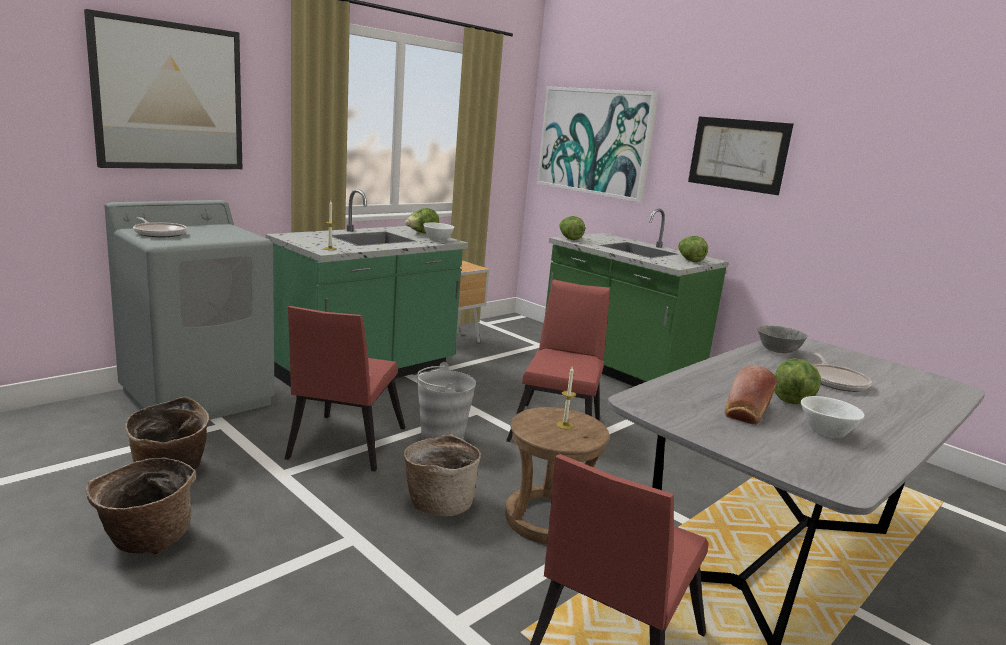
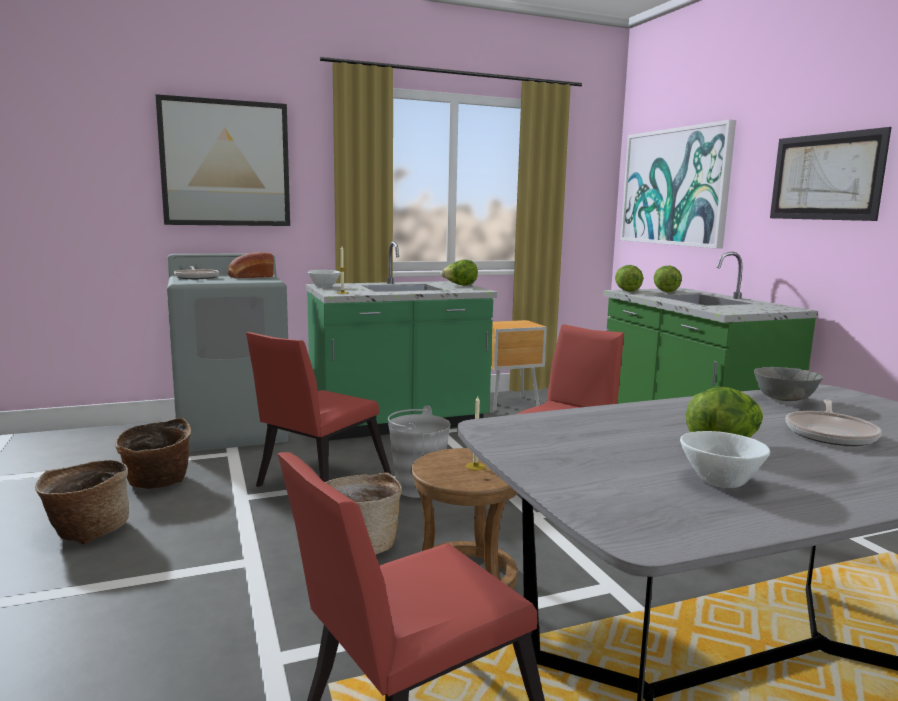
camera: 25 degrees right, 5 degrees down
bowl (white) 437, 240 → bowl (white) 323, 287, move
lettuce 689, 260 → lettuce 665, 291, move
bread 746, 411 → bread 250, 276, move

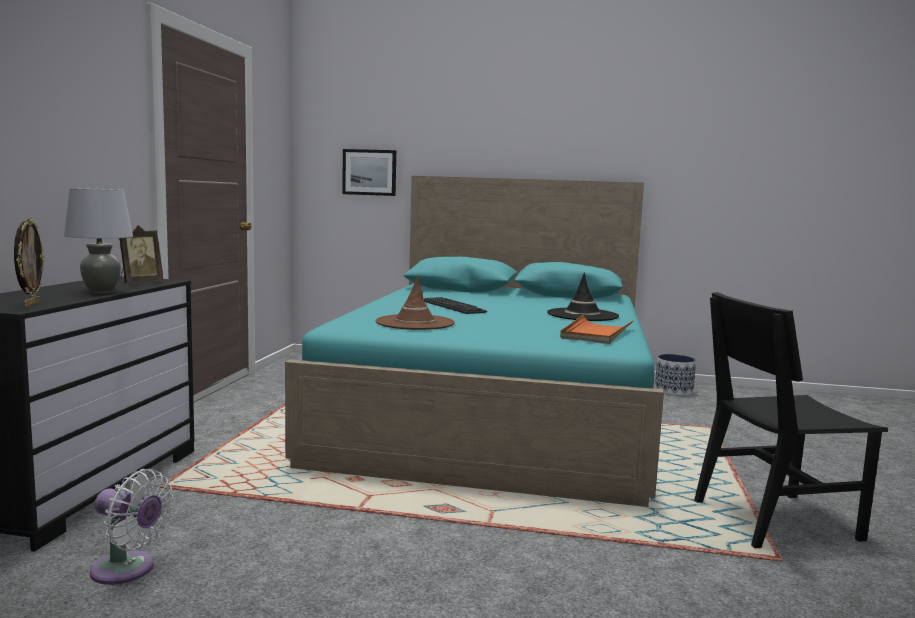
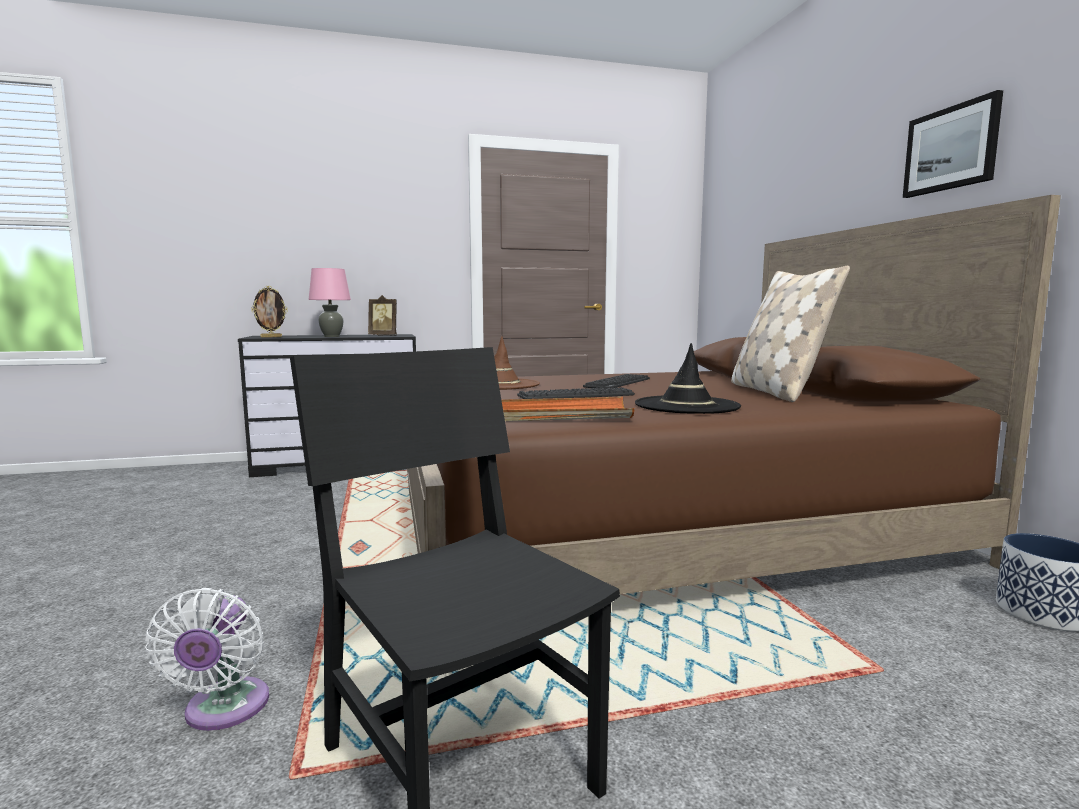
camera: 65 degrees right, 0 degrees up
table lamp (grey) 101, 292 → table lamp (pink) 331, 336
fan (white) 128, 570 → fan (white) 224, 711, move
bed (turquoise) 496, 414 → bed (brown) 657, 523
picture 369, 172 → picture 951, 148, move
- → keyboard 576, 396
- → pillow (beige) 775, 392

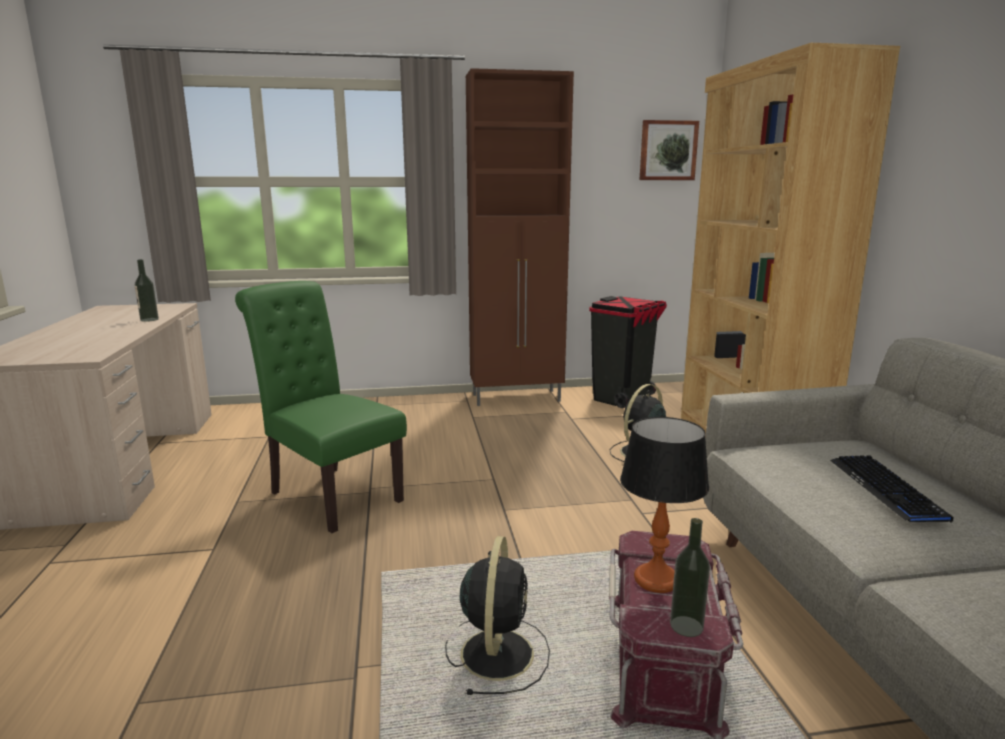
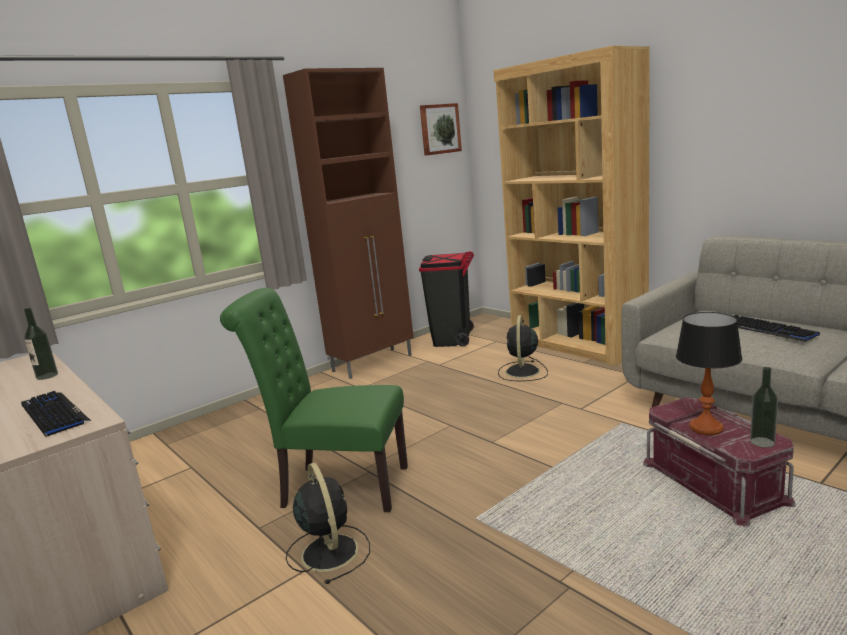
camera: 30 degrees left, 0 degrees up
fan (black) 497, 652 → fan (black) 329, 551, move
- → keyboard 54, 414

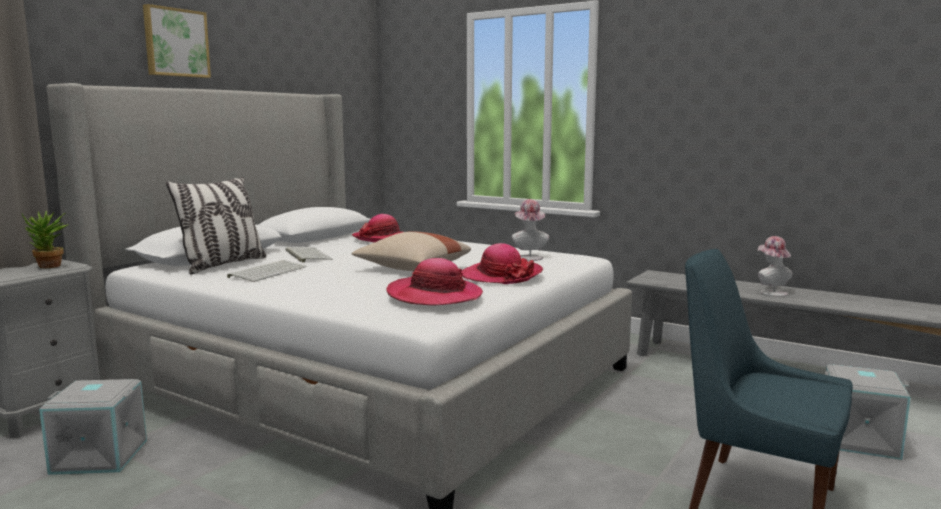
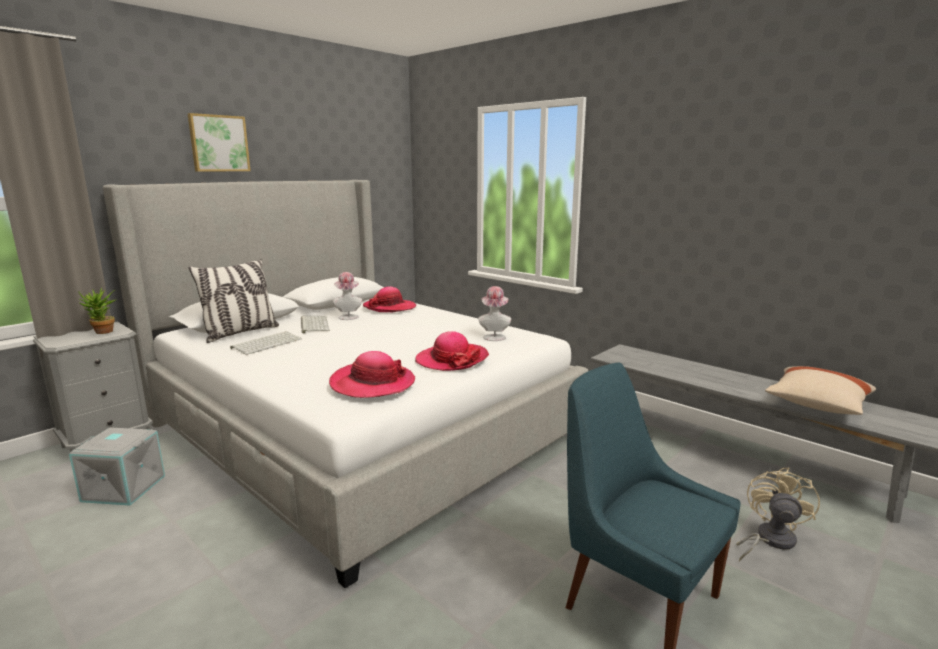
camera: 10 degrees right, 5 degrees up
pillow (beige) 412, 269 → pillow (beige) 817, 405, move
hat 771, 292 → hat 348, 316, move
storage box (grey) 858, 440 → fan (beige) 769, 540

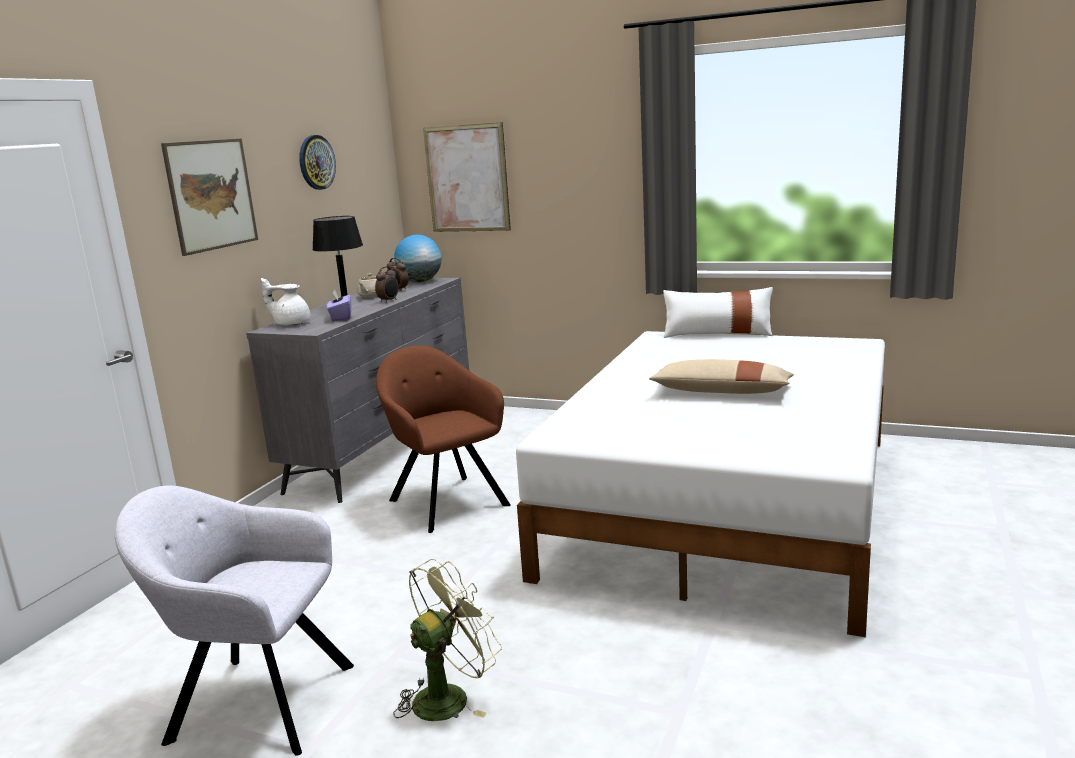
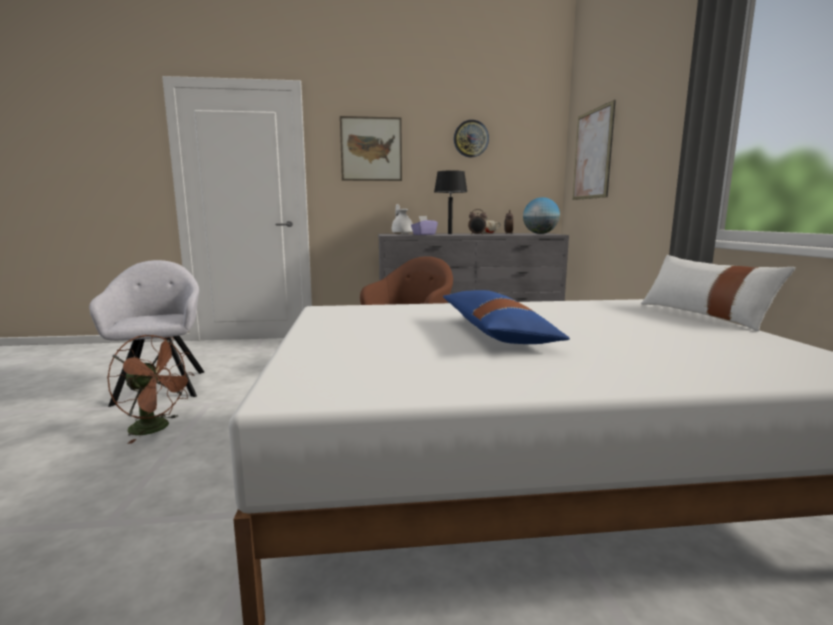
camera: 60 degrees right, 5 degrees down
fan (green) 449, 696 → fan (brown) 156, 428
pillow (beige) 721, 392 → pillow (blue) 496, 333

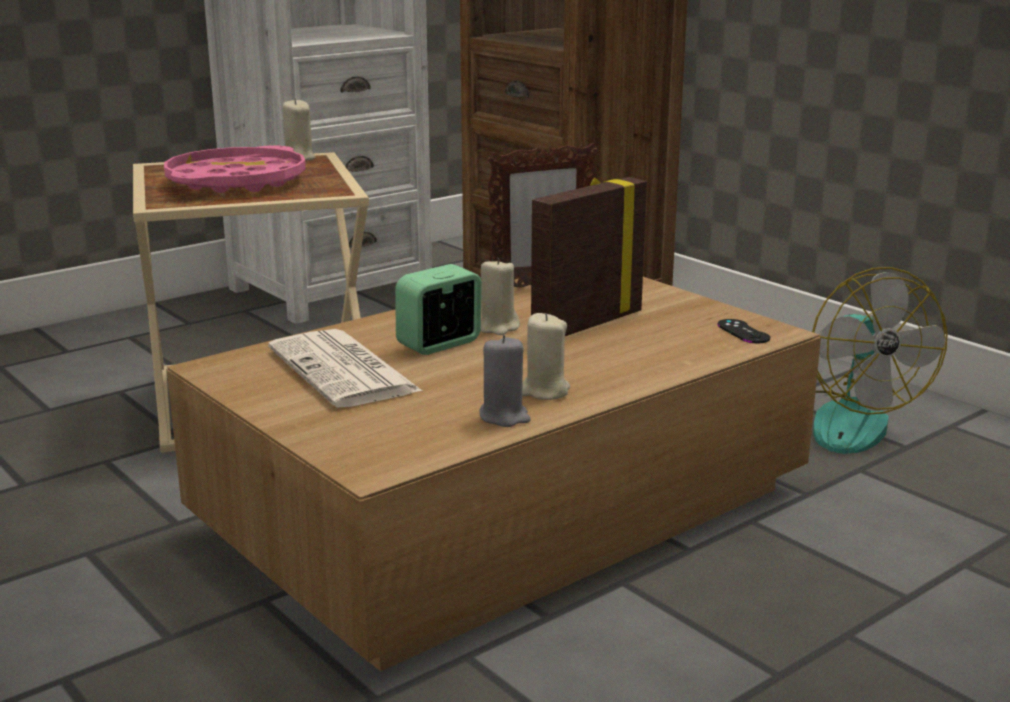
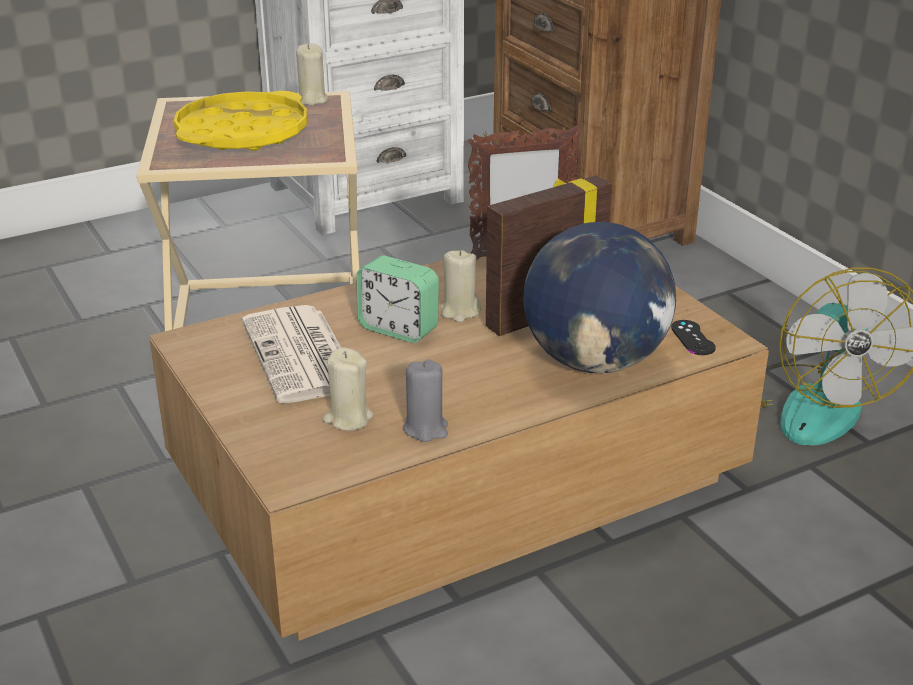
camera: 10 degrees right, 10 degrees up
tray (pink) 236, 182 → tray (yellow) 242, 133
alarm clock 439, 344 → alarm clock 398, 329, 120 degrees counterclockwise
candle (beige) 544, 391 → candle (beige) 348, 418, move
- → globe 595, 361

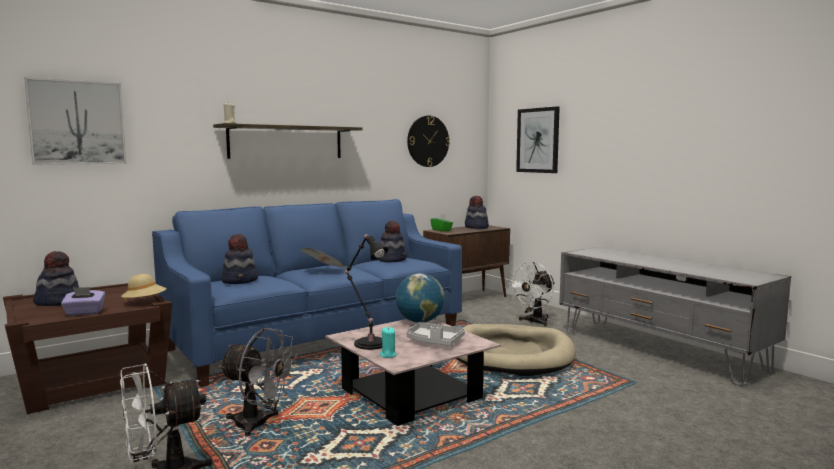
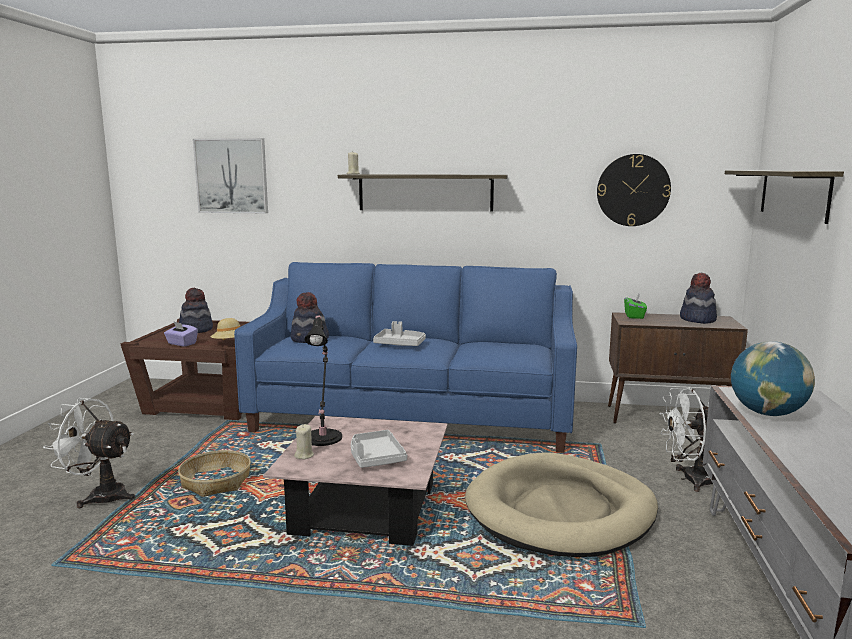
camera: 45 degrees right, 5 degrees up
fan (grey) 259, 425 → basket 216, 482
newspaper 325, 270 → tray (grey) 400, 344
hat 392, 260 → -
candle (turquoise) 388, 355 → candle (beige) 304, 455
globe 420, 321 → globe 767, 413, move
picture 538, 140 → shelf 793, 194

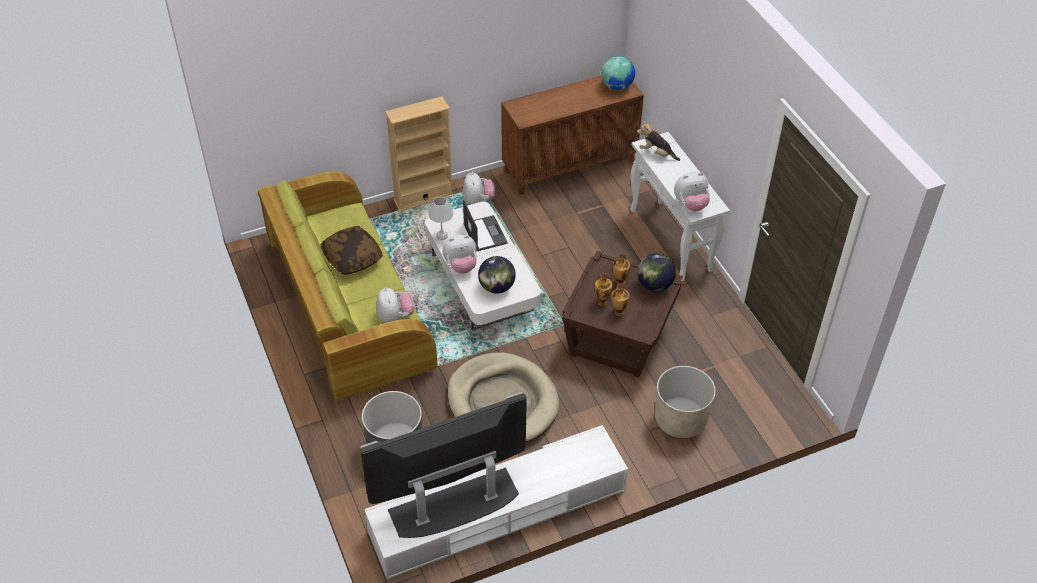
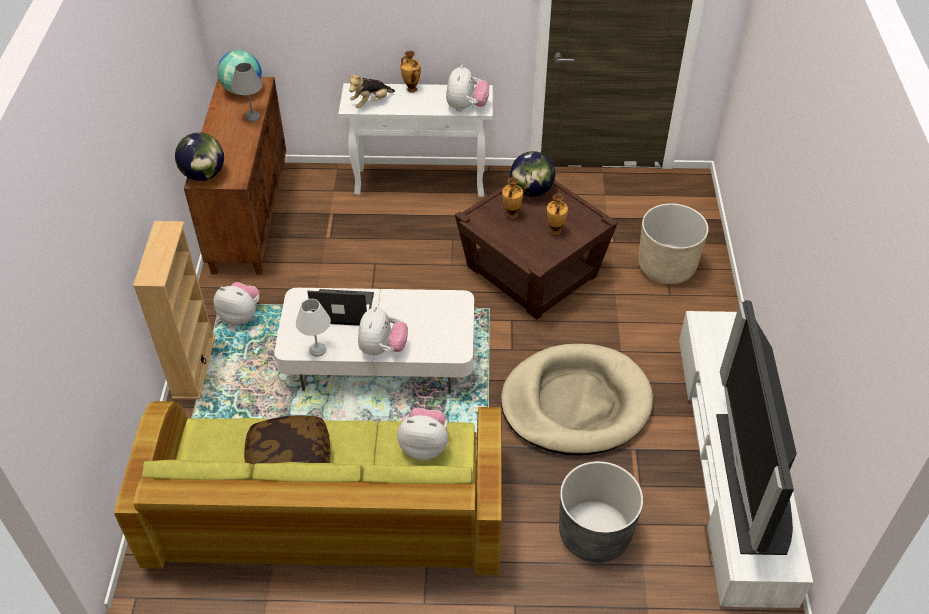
camera: 65 degrees left, 0 degrees up
globe 496, 287 → globe 204, 175, move
vase 602, 301 → vase 411, 89, move
- → table lamp (grey) 253, 116

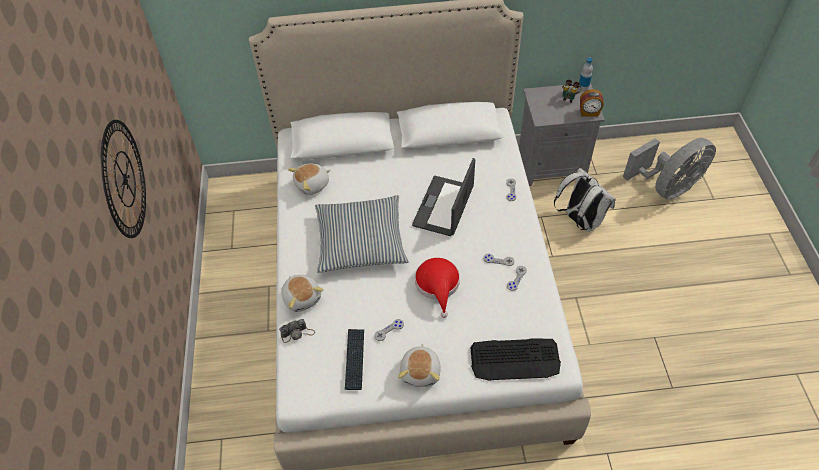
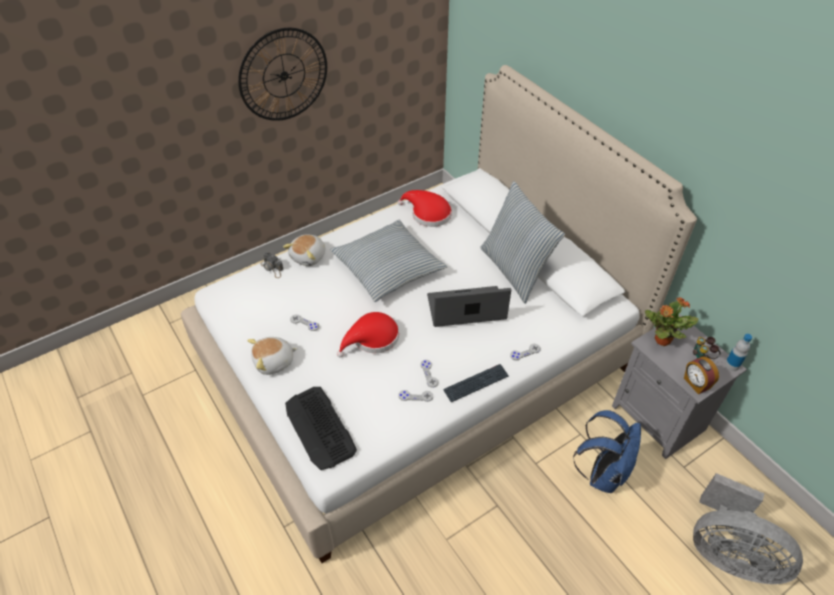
camera: 60 degrees right, 5 degrees down
plush toy 312, 185 → hat (red) 428, 214
keyboard 354, 359 → keyboard 476, 383, move
backpack (white) 580, 220 → backpack (blue) 603, 473
- → pillow 515, 270
- → potted plant 661, 340

